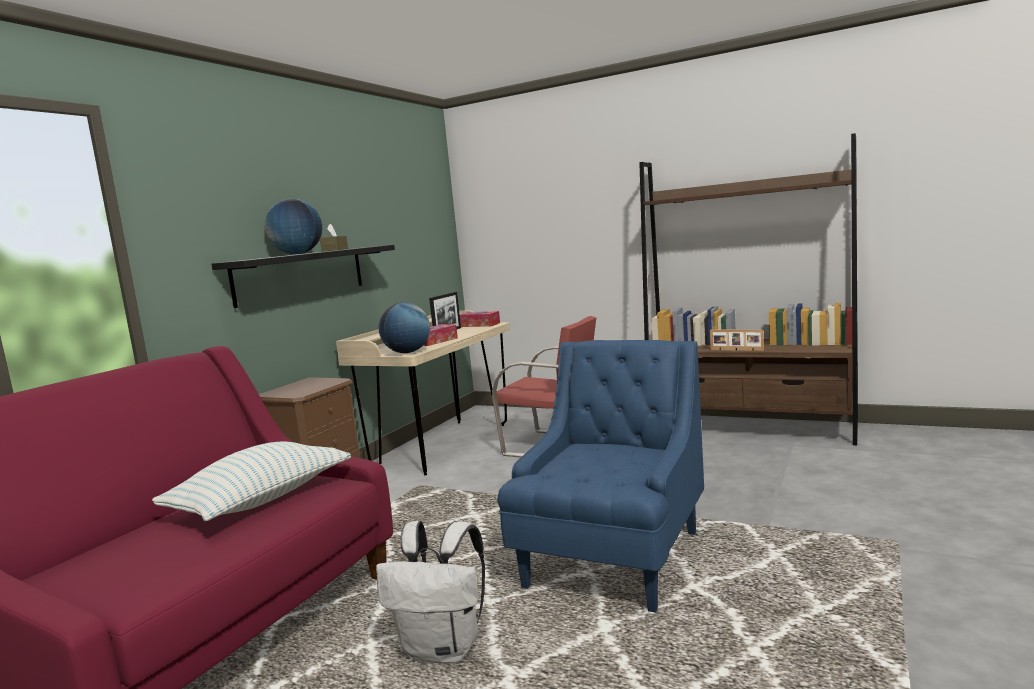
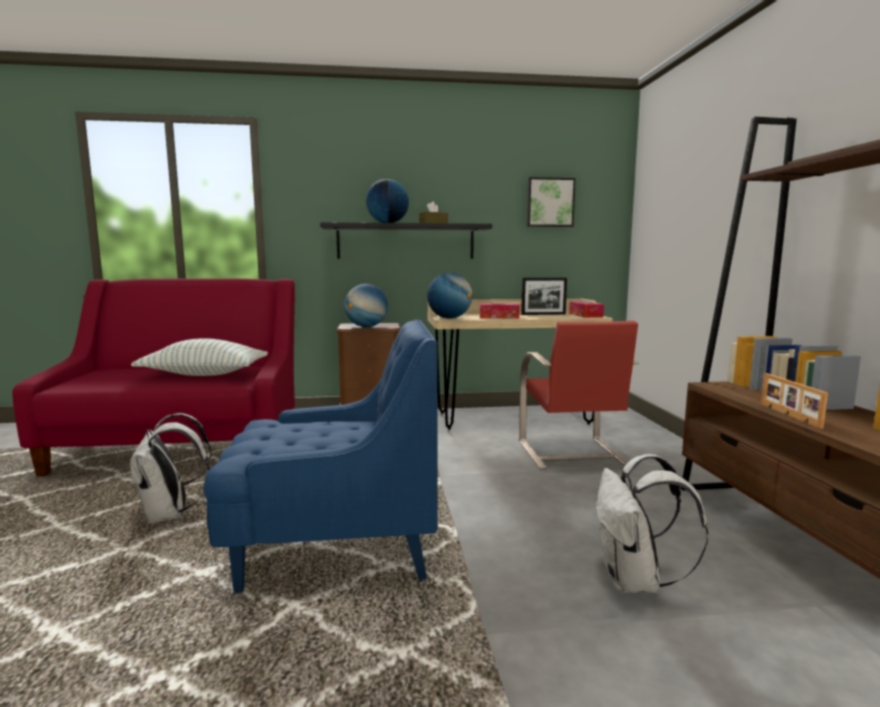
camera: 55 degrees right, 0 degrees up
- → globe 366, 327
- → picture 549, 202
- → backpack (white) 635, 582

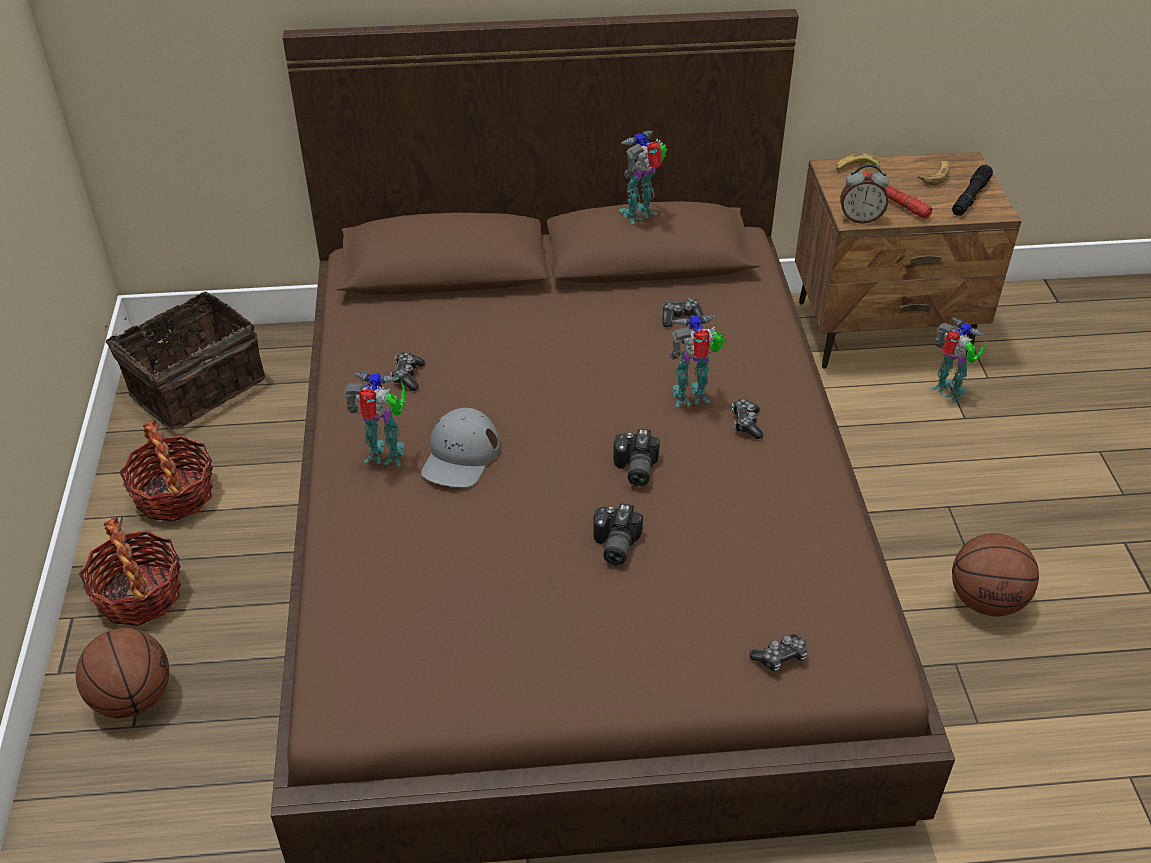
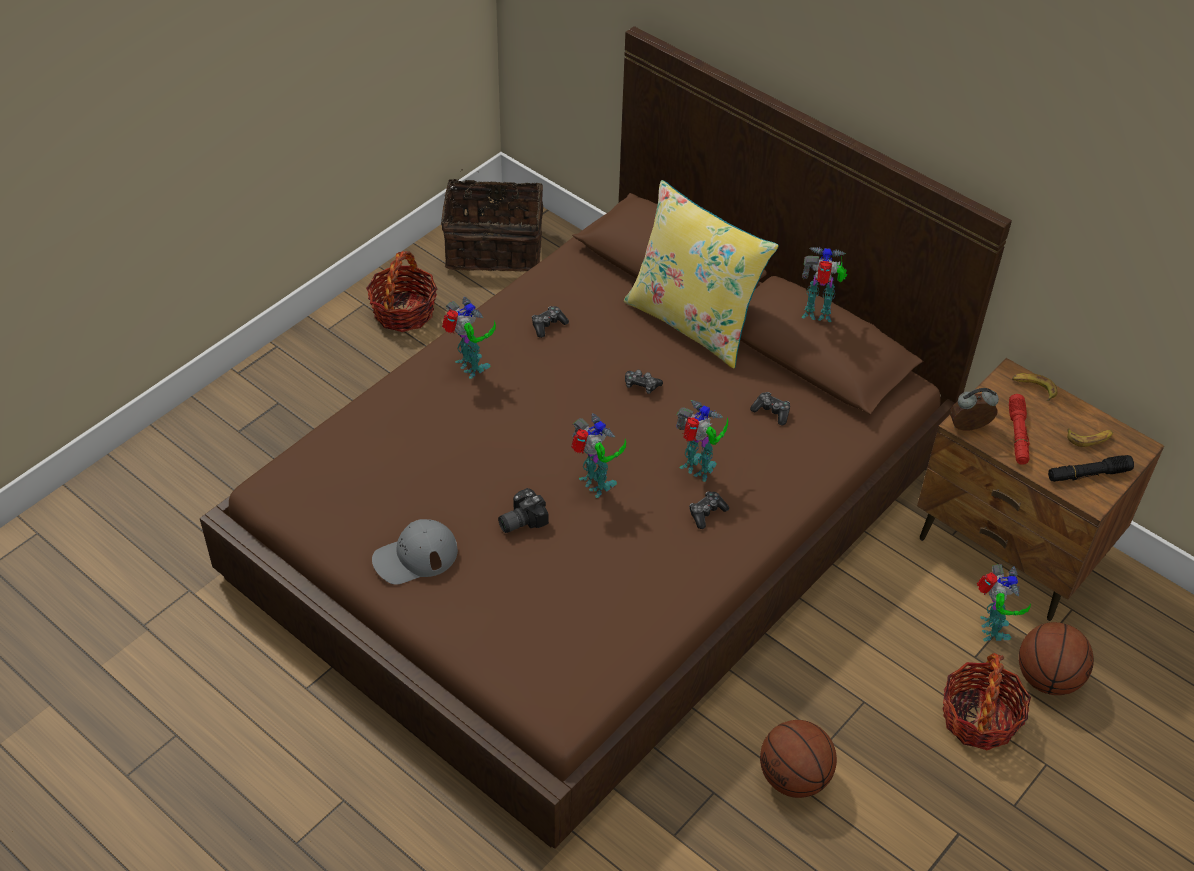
camera: 45 degrees right, 5 degrees up
basketball 132, 698 → basketball 1047, 677, move
basket 139, 595 → basket 979, 718, move
cap (grey) 460, 456 → cap (grey) 415, 557, move
photo camera 634, 469 → toy robot 595, 485
game controller 780, 658 → game controller 641, 385, move
alarm clock 860, 219 → alarm clock 969, 428, 120 degrees clockwise
- → pillow (yellow) 693, 322

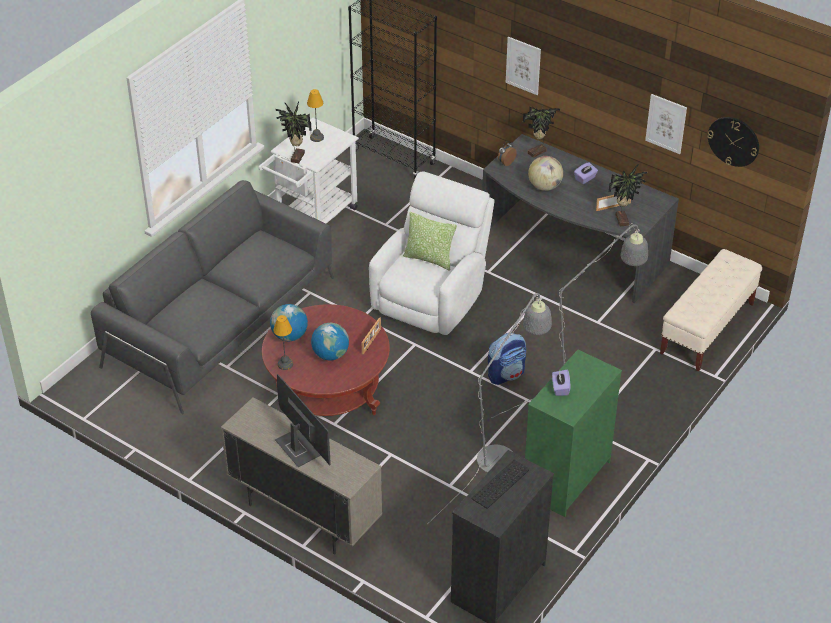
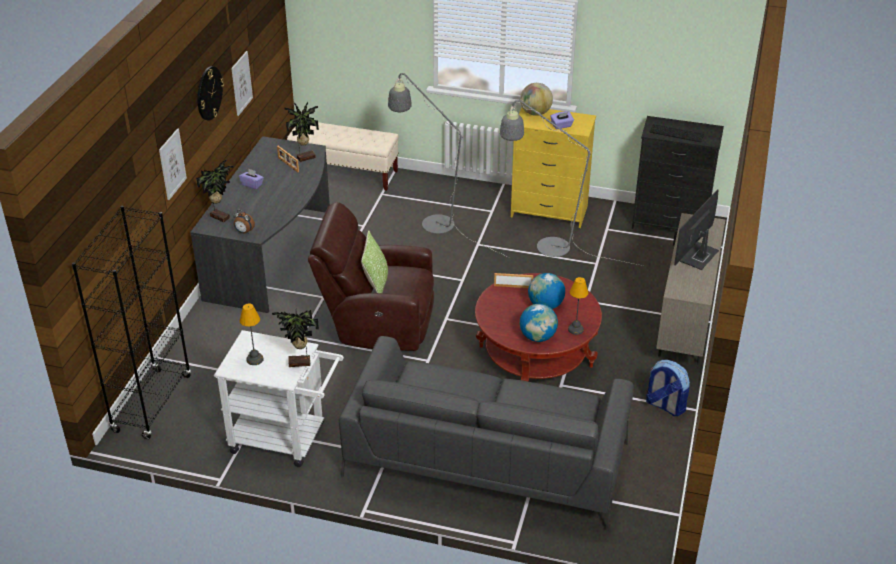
camera: 110 degrees left, 5 degrees down
armchair (white) 431, 298 → armchair (brown) 377, 323
backpack 506, 374 → backpack 664, 405, move
dresser (green) 566, 478 → dresser (yellow) 549, 212
globe 545, 186 → globe 535, 113, move
wall clock 733, 141 → wall clock 209, 93, move

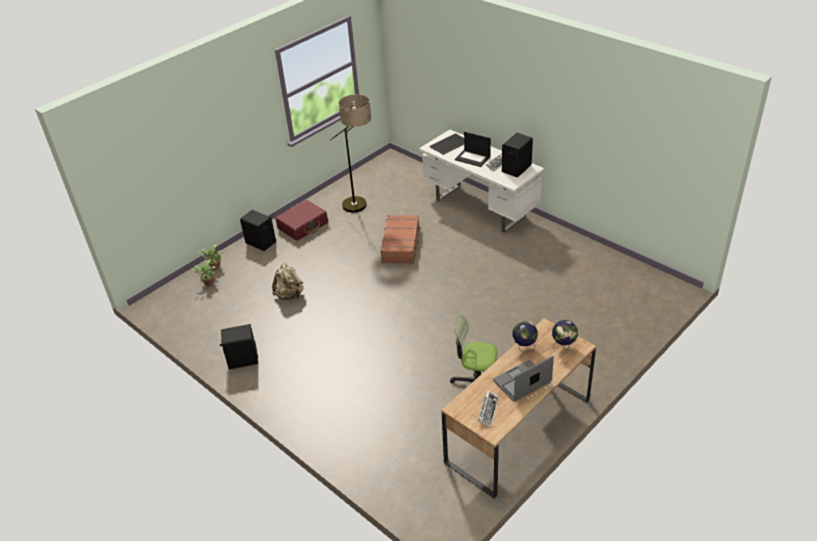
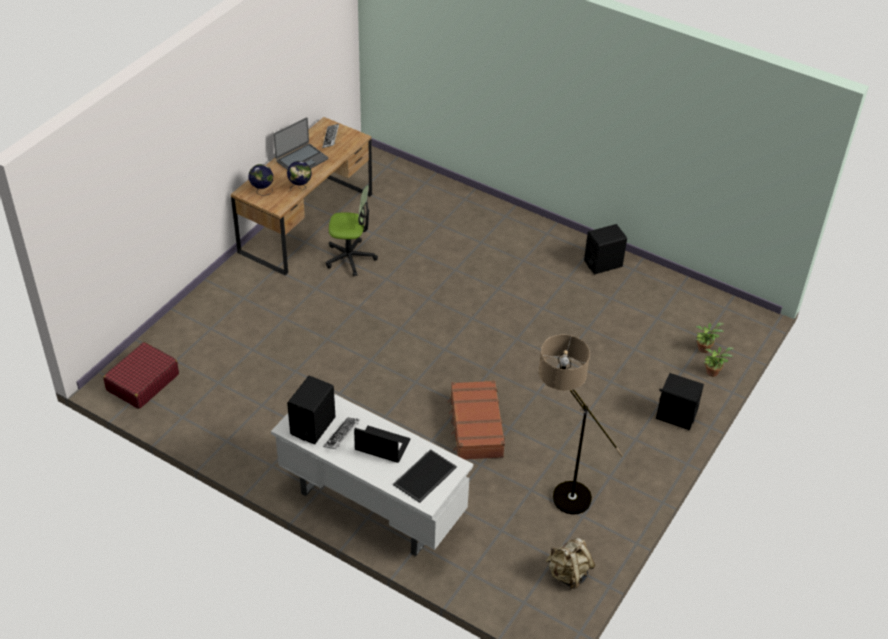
camera: 165 degrees right, 5 degrees up
backpack (beige) 290, 295 → backpack (beige) 568, 574, move
suitcase (red) 303, 226 → suitcase (red) 142, 382, move

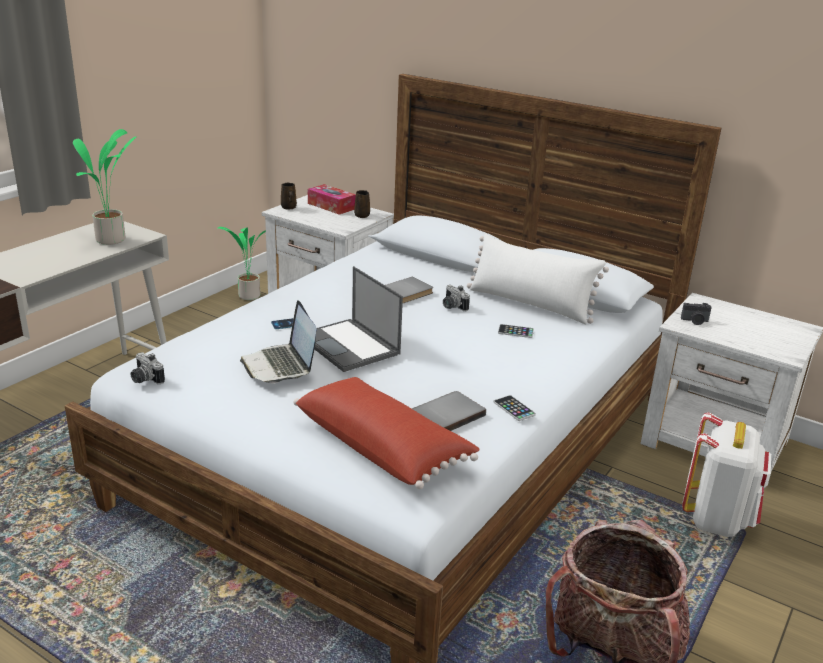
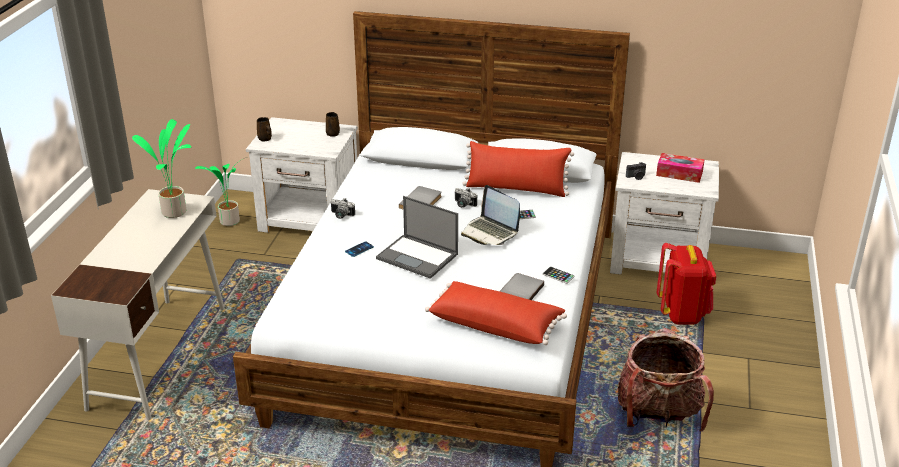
camera: 20 degrees left, 5 degrees up
photo camera 144, 379 → photo camera 341, 215, move
laptop 280, 365 → laptop 490, 232, move
tissue box 331, 206 → tissue box 679, 174, move
pillow (white) 530, 304 → pillow (red) 516, 189
backpack (white) 717, 519 → backpack (red) 682, 314

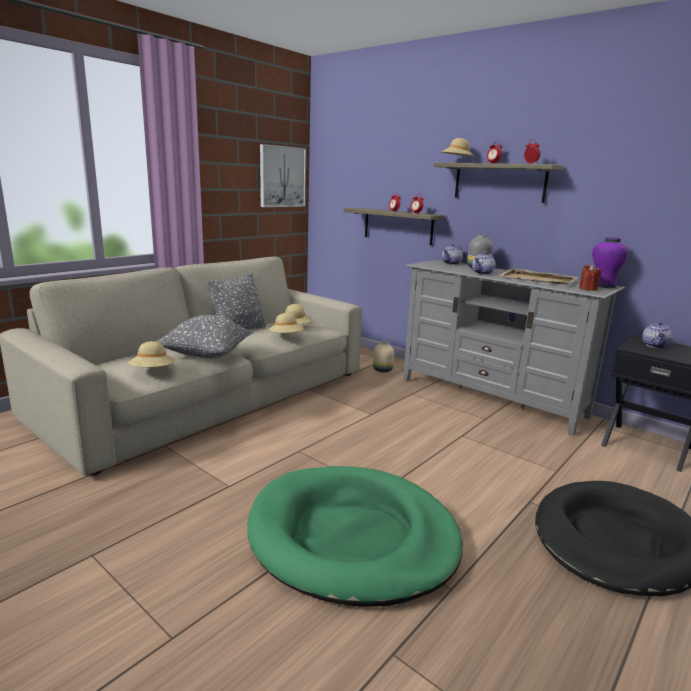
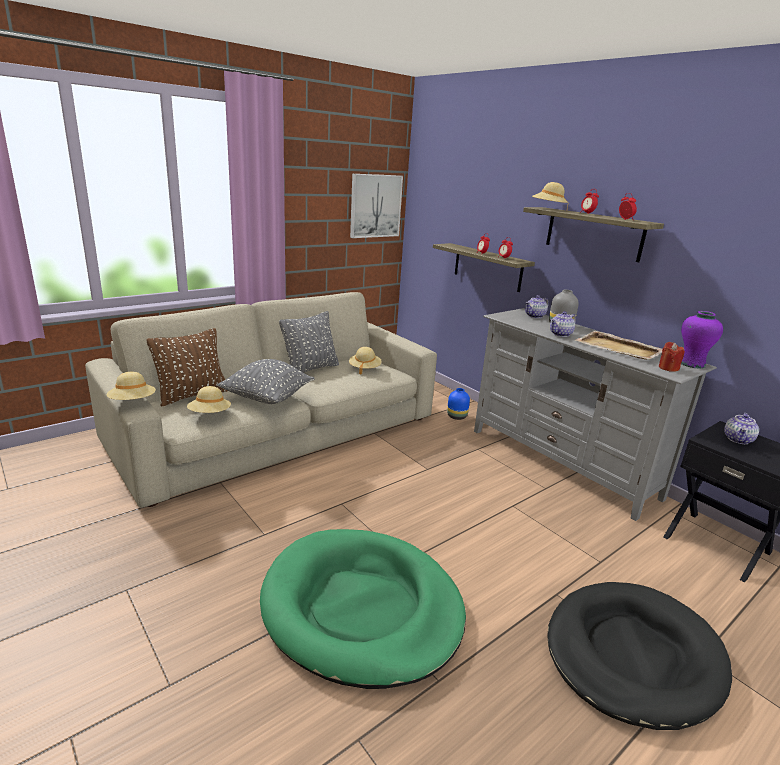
camera: 10 degrees right, 5 degrees up
hat (beige) 286, 337 → hat (beige) 133, 402, move
vase (beige) 382, 370 → vase (blue) 457, 416
- → pillow (brown) 192, 395

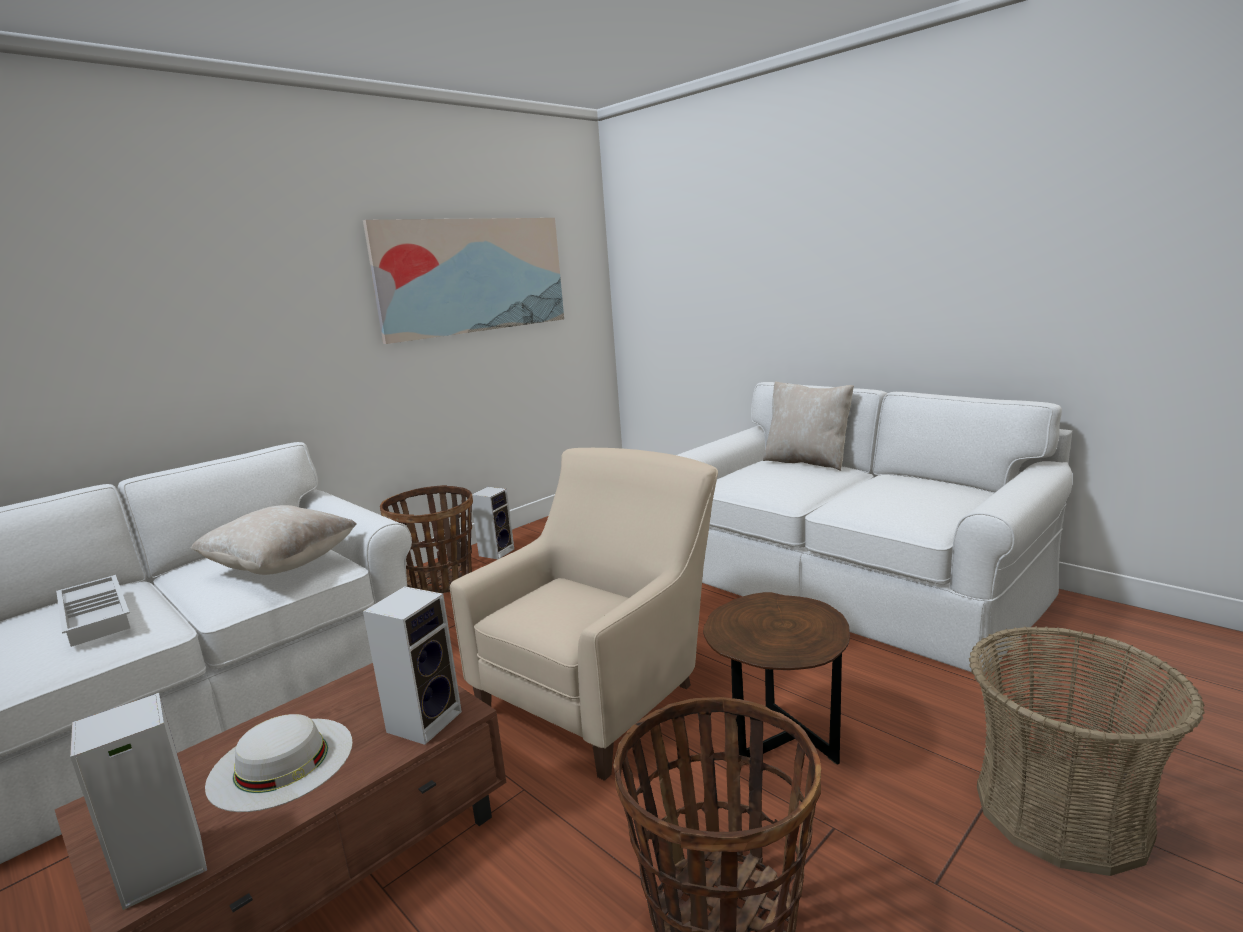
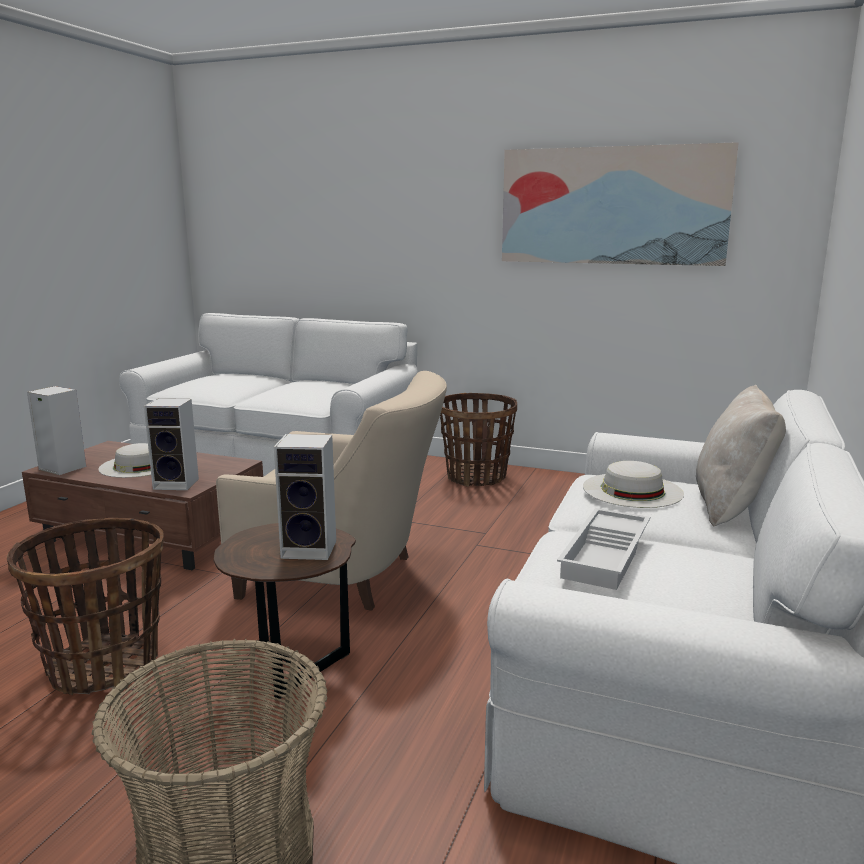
camera: 65 degrees right, 0 degrees up
tray (white) 98, 616 → tray (white) 607, 556, move
pillow (beige) 282, 566 → -
speaker 497, 552 → speaker 311, 549, move
- → hat (white) 632, 490

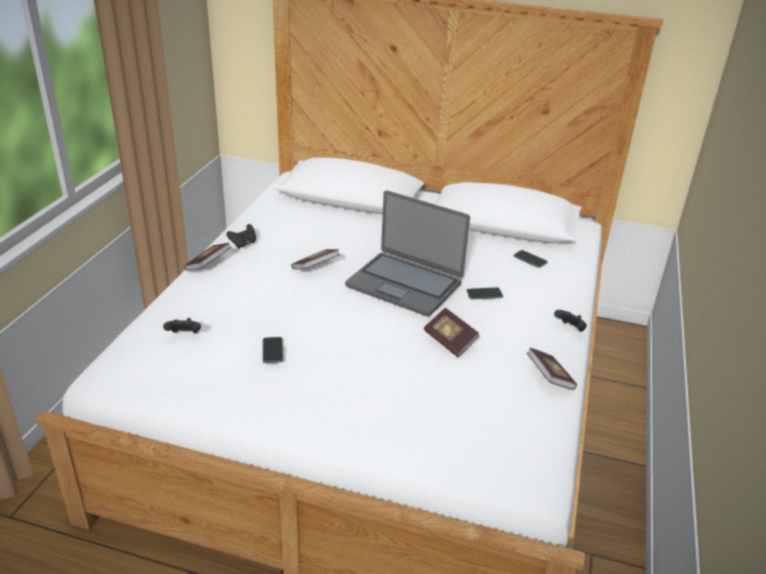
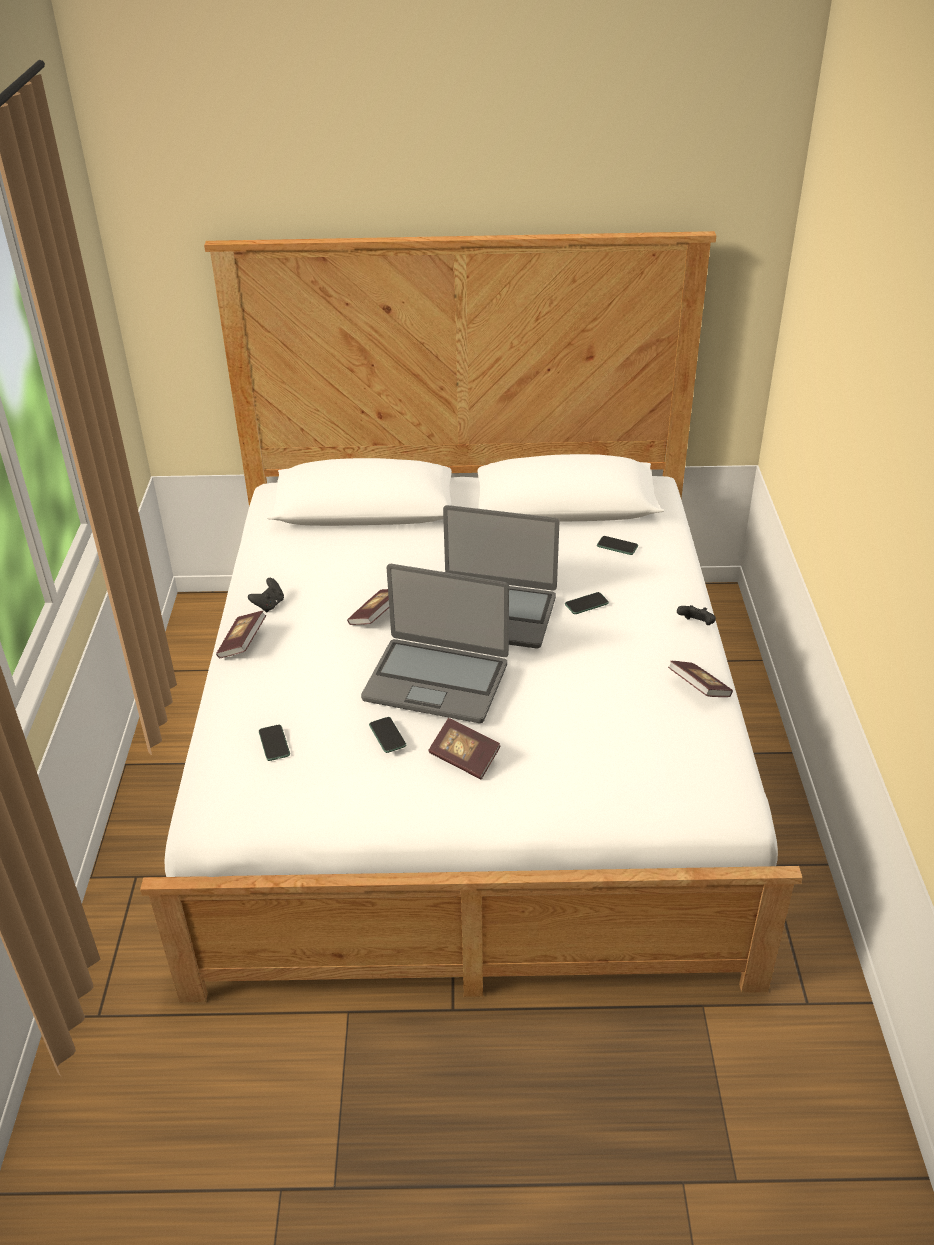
camera: 15 degrees left, 5 degrees up
game controller (black) 184, 335 → phone 274, 743
book 450, 341 → book 464, 758, move
- → laptop 436, 680

